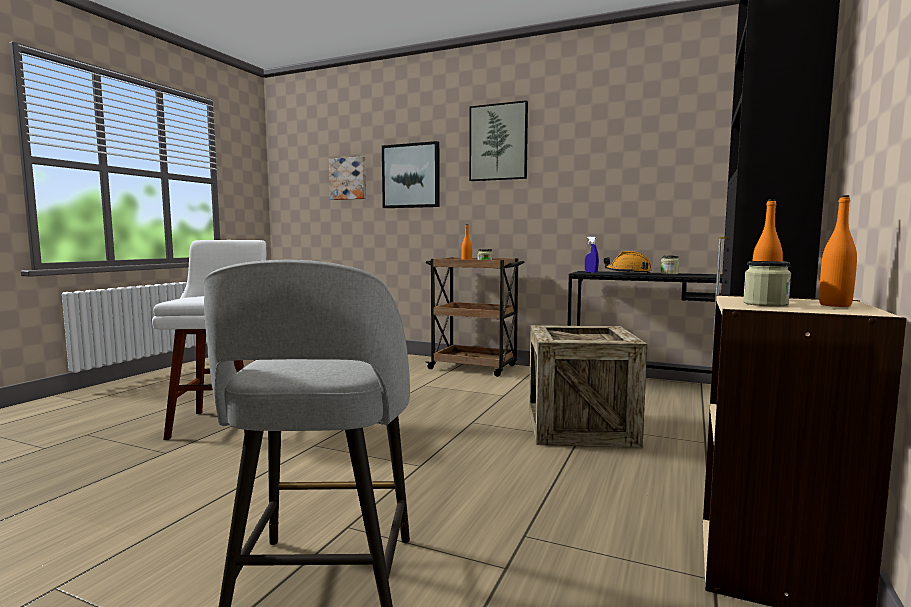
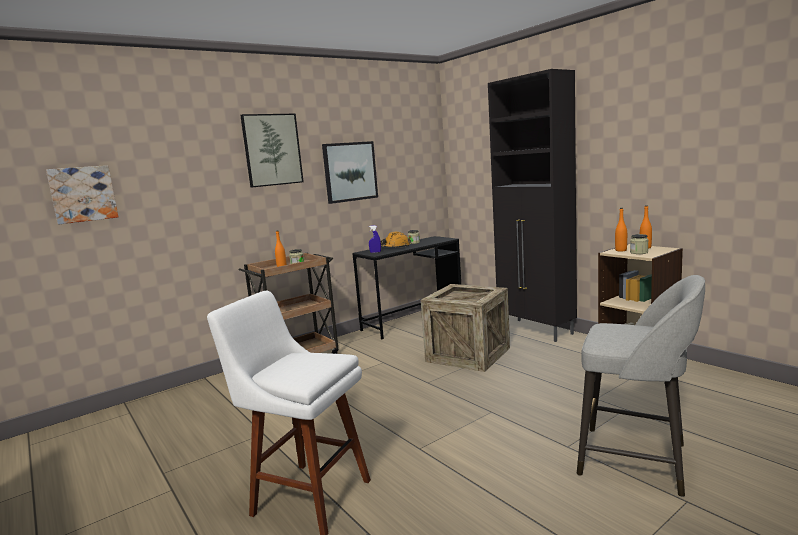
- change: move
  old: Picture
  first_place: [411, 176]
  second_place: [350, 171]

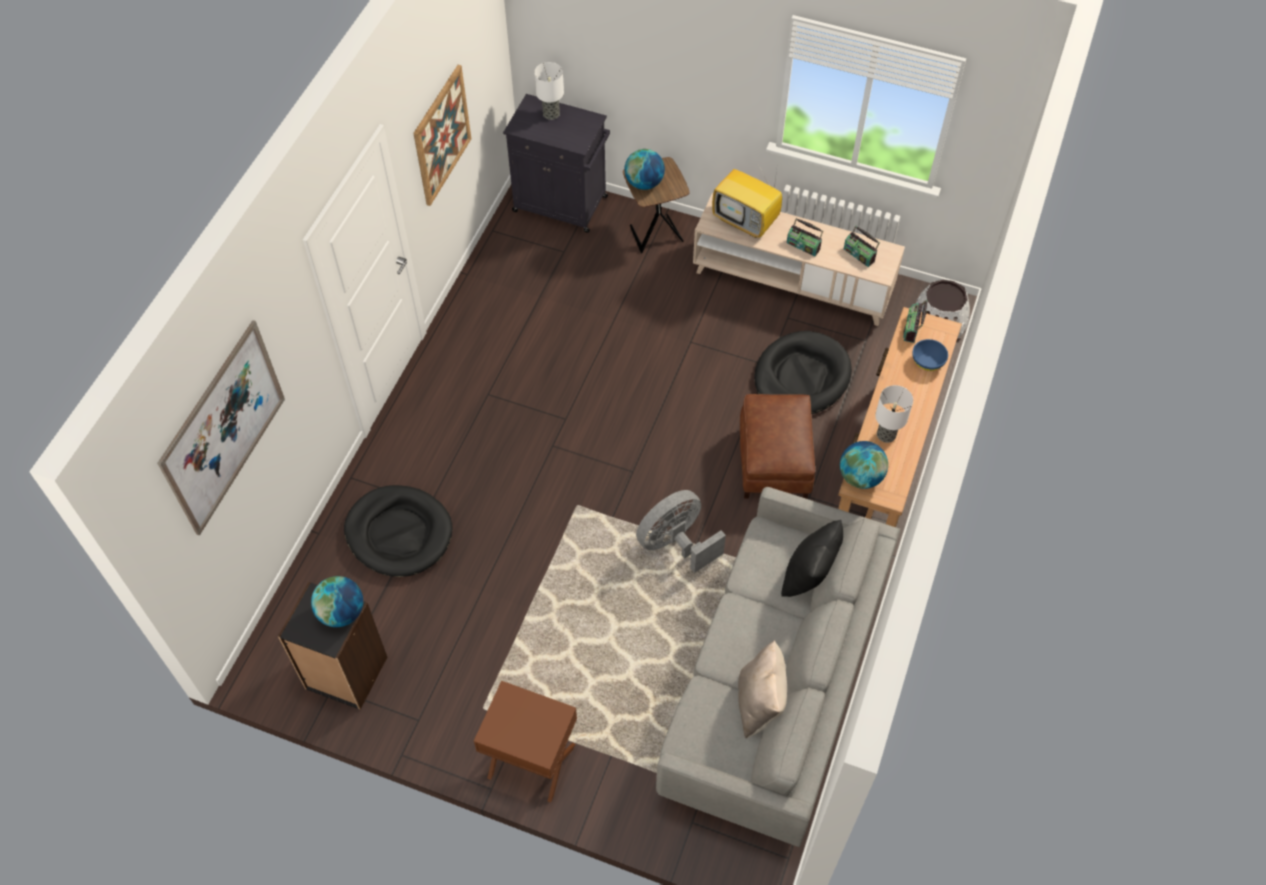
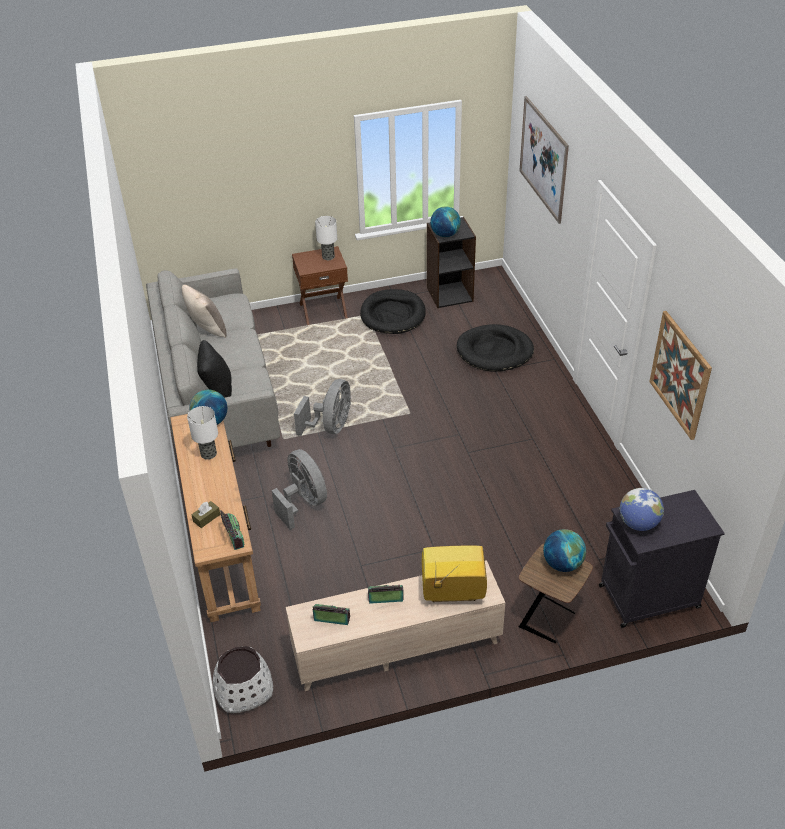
- change: move
  old: TableLamp
  first_place: [551, 113]
  second_place: [328, 257]
- change: replace
  old: BrownOttoman
  new: GreyFan
  first_place: [774, 463]
  second_place: [303, 502]
- change: move
  old: BlackDogBed
  first_place: [801, 377]
  second_place: [393, 314]
- change: replace
  old: BlueBowl
  new: BrownTissueBox
  first_place: [927, 361]
  second_place: [206, 518]
- change: insert
  new: Globe
  second_place: [638, 523]

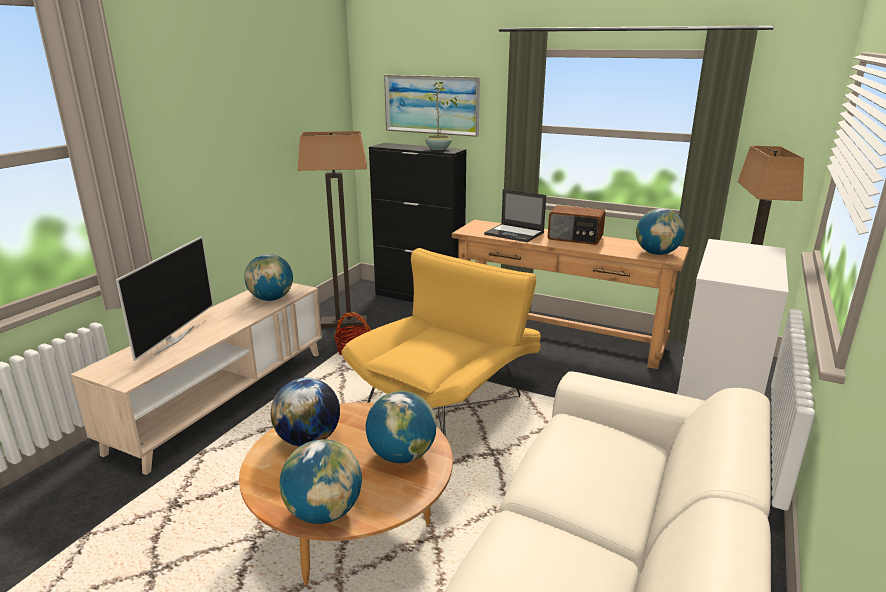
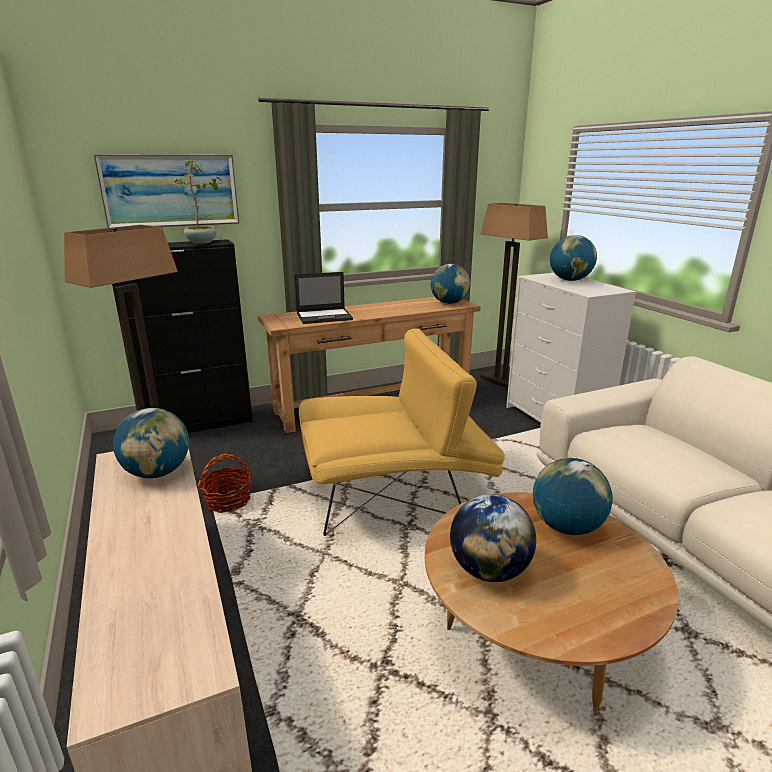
- change: delete
  old: Television
  first_place: [173, 340]
- change: move
  old: Globe
  first_place: [324, 512]
  second_place: [570, 280]
- change: rotate
  old: YellowArmchair
  first_place: [448, 401]
  second_place: [395, 492]
  degrees: 90
- change: delete
  old: Radio
  first_place: [575, 238]

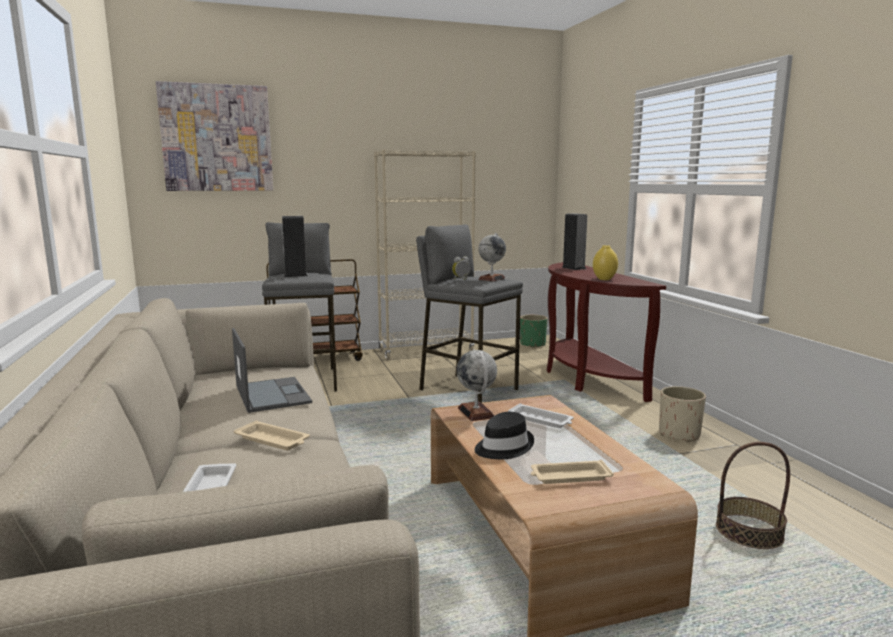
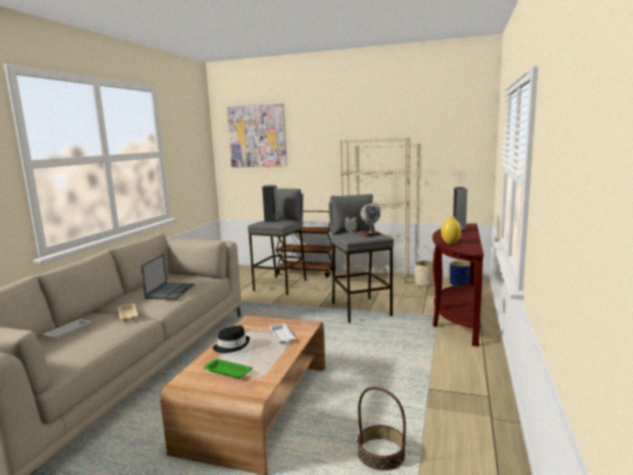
- change: delete
  old: Globe
  first_place: [476, 413]
- change: recolor
  old: GreenPlanter
  new: BluePlanter
  first_place: [532, 344]
  second_place: [460, 284]
- change: recolor
  old: BeigeTray
  new: GreenTray
  first_place: [569, 477]
  second_place: [227, 371]
- change: move
  old: BeigePlanter
  first_place: [679, 434]
  second_place: [425, 284]

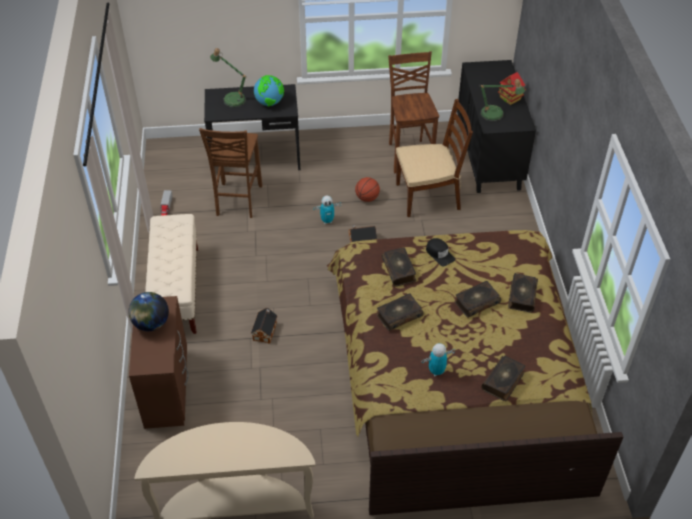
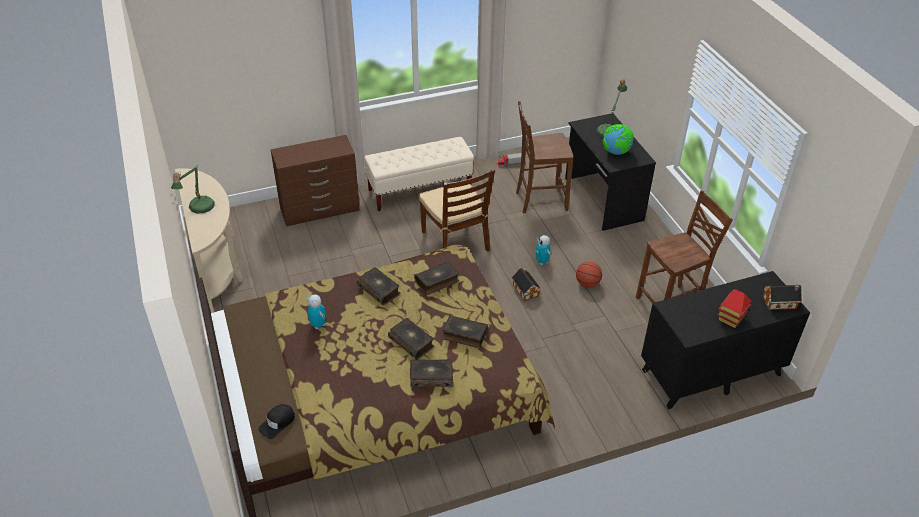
- change: delete
  old: Globe
  first_place: [151, 324]
- change: move
  old: ToyHouse
  first_place: [265, 330]
  second_place: [780, 302]
- change: move
  old: BrownChair
  first_place: [428, 196]
  second_place: [455, 241]
- change: move
  old: BlackCap
  first_place: [439, 254]
  second_place: [277, 423]
- change: move
  old: TableLamp
  first_place: [495, 116]
  second_place: [199, 208]
- change: move
  old: Book
  first_place: [503, 381]
  second_place: [464, 335]

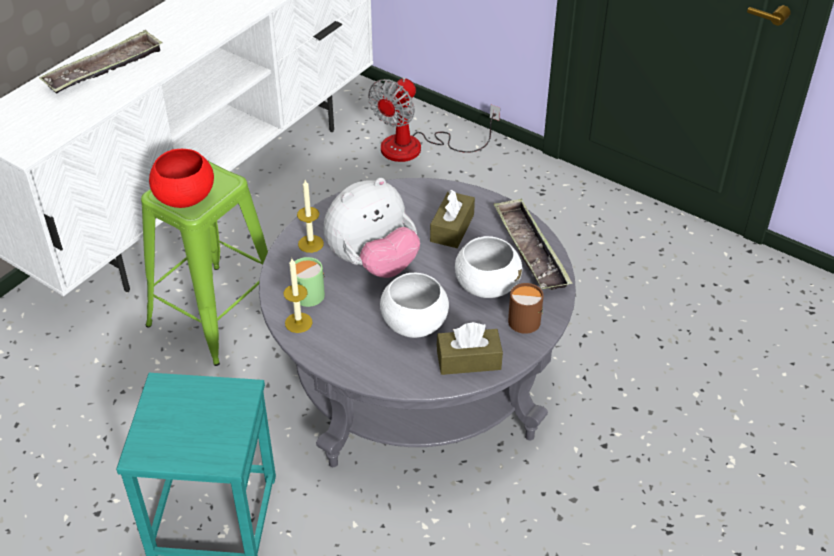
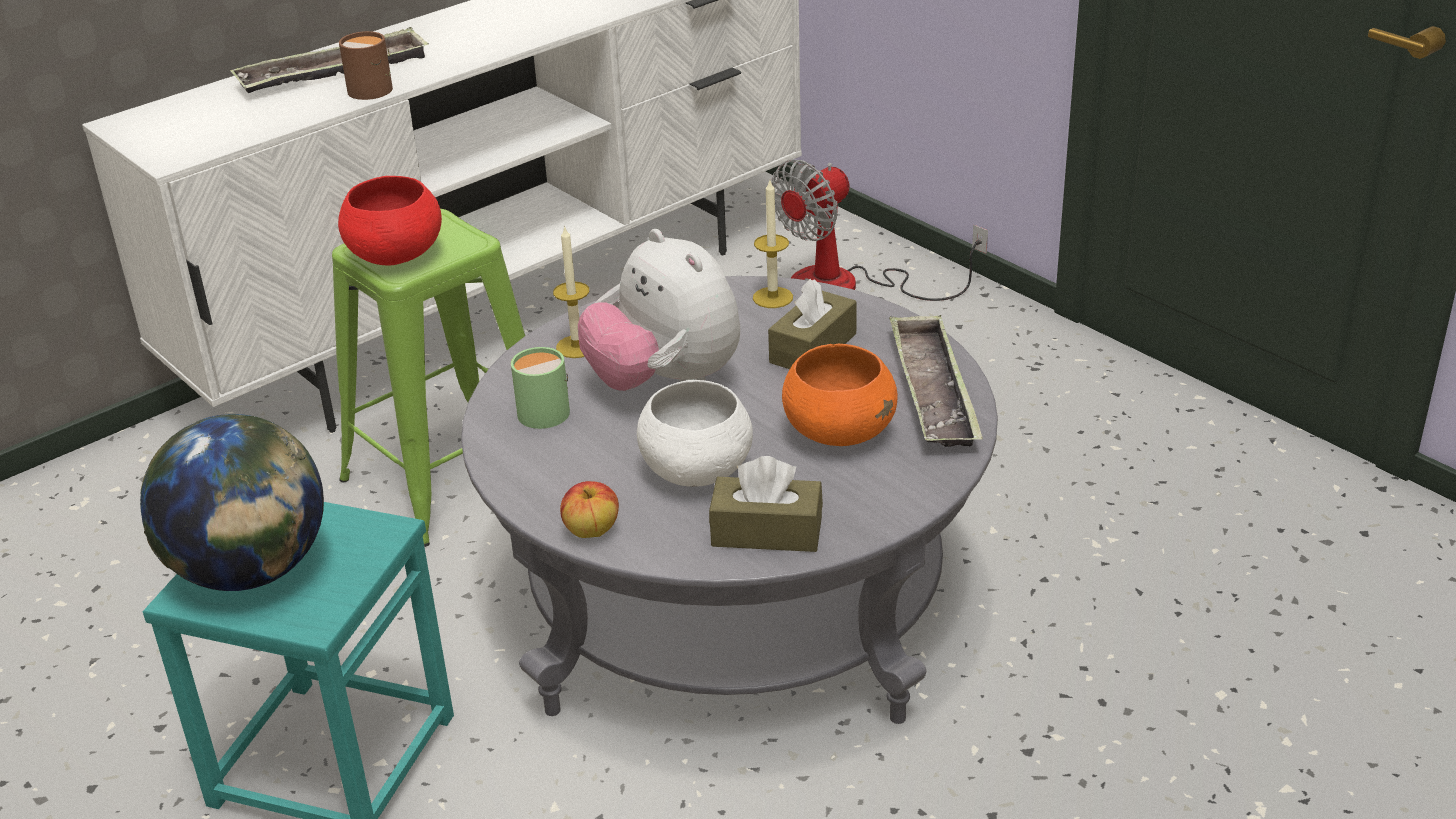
- change: move
  old: Candle
  first_place: [298, 322]
  second_place: [773, 297]
- change: rotate
  old: PlushToy
  first_place: [373, 263]
  second_place: [664, 382]
  degrees: 75
- change: recolor
  old: WhiteBowl
  new: OrangeBowl
  first_place: [486, 286]
  second_place: [839, 432]
- change: move
  old: BrownMug
  first_place: [525, 318]
  second_place: [373, 88]
- change: insert
  new: Globe
  second_place: [251, 572]
- change: insert
  new: Apple
  second_place: [592, 531]

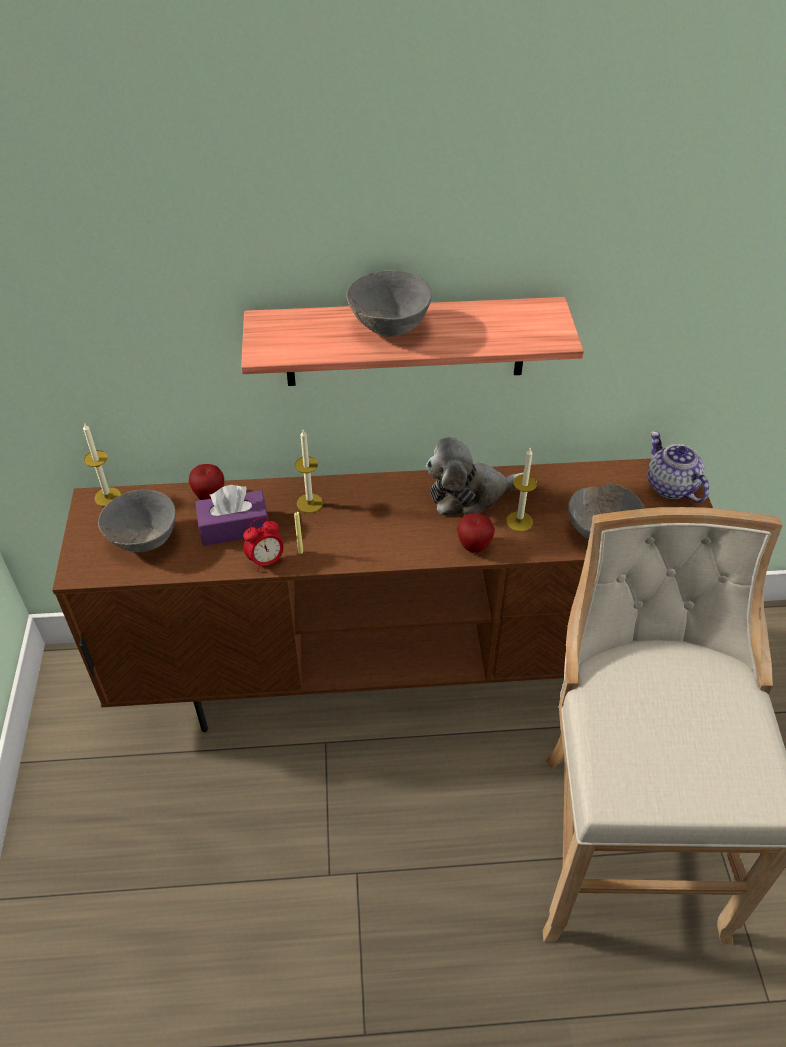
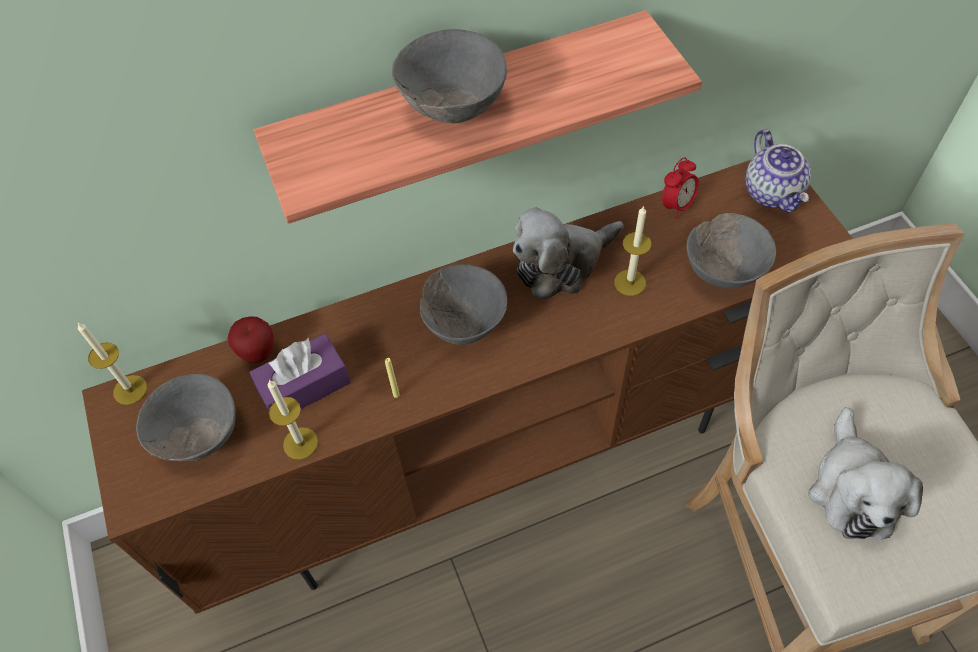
- change: move
  old: AlarmClock
  first_place: [266, 561]
  second_place: [677, 205]
- change: move
  old: Candle
  first_place: [309, 503]
  second_place: [300, 443]
- change: delete
  old: Apple
  first_place: [474, 546]
- change: rotate
  old: Teapot
  first_place: [670, 486]
  second_place: [773, 193]
  degrees: -150
- change: insert
  new: GreyBowl
  second_place: [464, 324]
- change: insert
  new: PlushToy
  second_place: [853, 489]

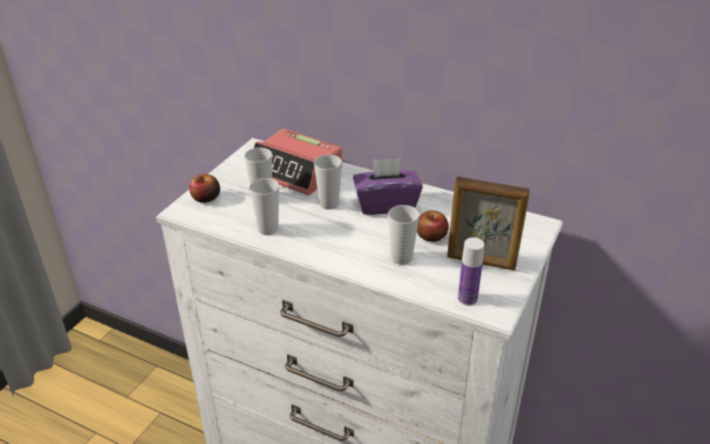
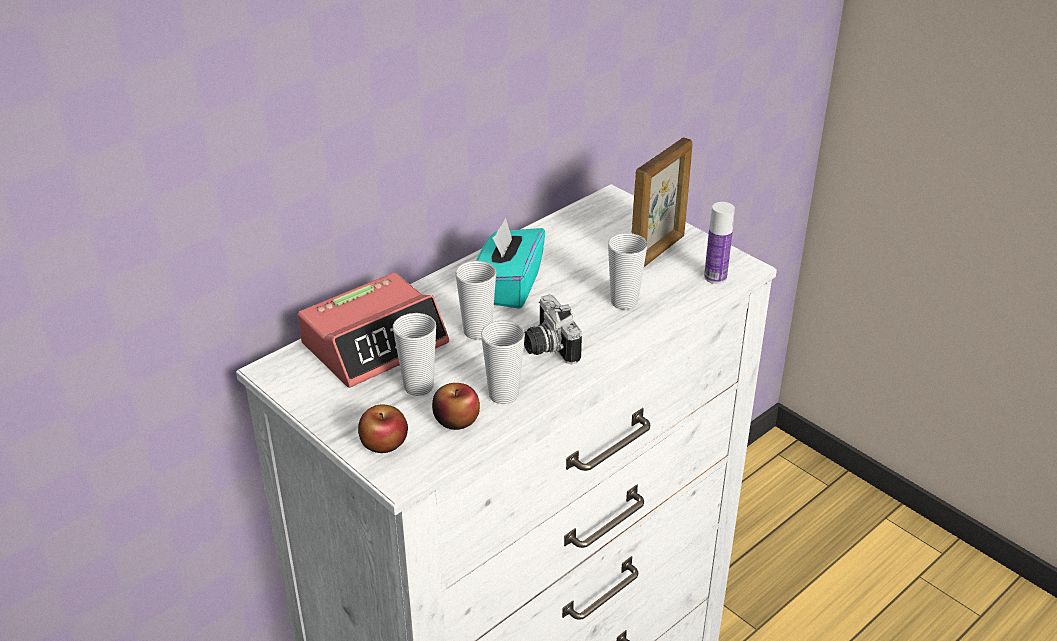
- change: recolor
  old: PurpleTissueBox
  new: TurquoiseTissueBox
  first_place: [386, 204]
  second_place: [508, 287]
- change: move
  old: Apple
  first_place: [431, 236]
  second_place: [456, 420]
- change: insert
  new: PhotoCamera
  second_place: [546, 347]

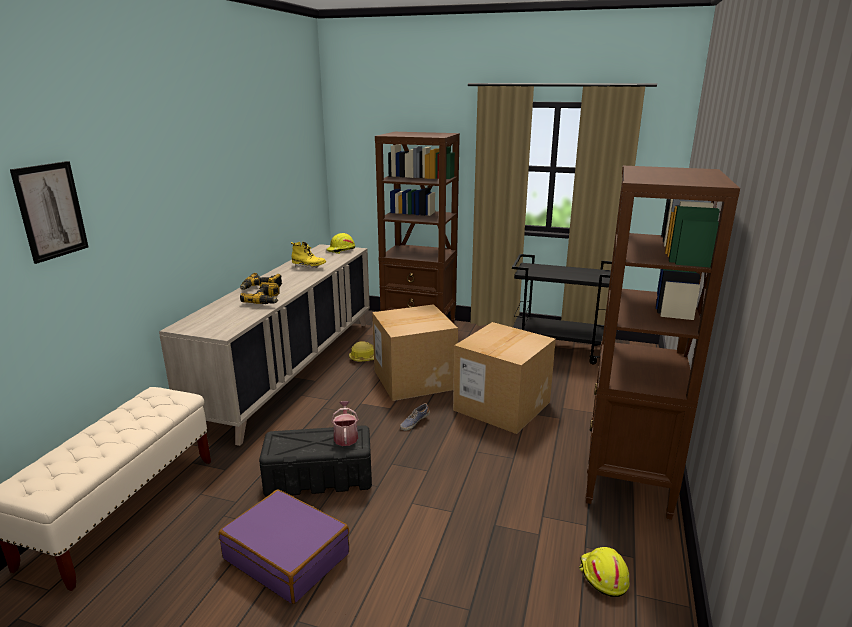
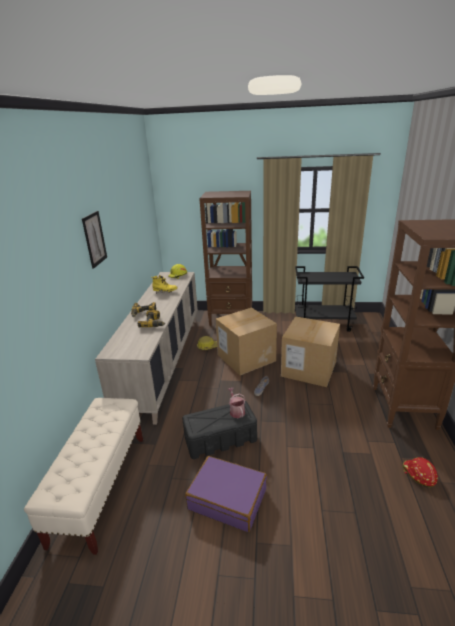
- change: move
  old: Picture
  first_place: [51, 211]
  second_place: [94, 239]
- change: recolor
  old: YellowHardHat
  new: RedHardHat
  first_place: [602, 576]
  second_place: [418, 474]

